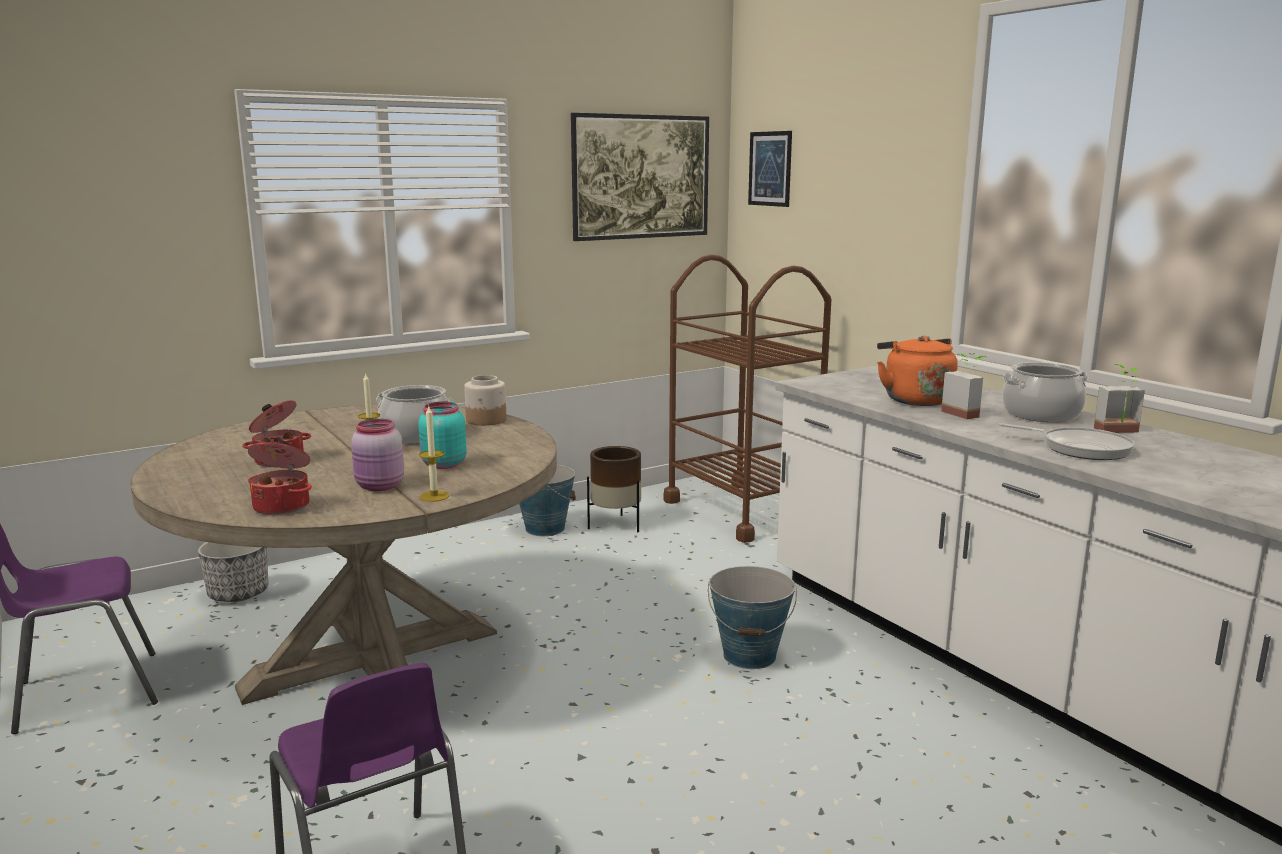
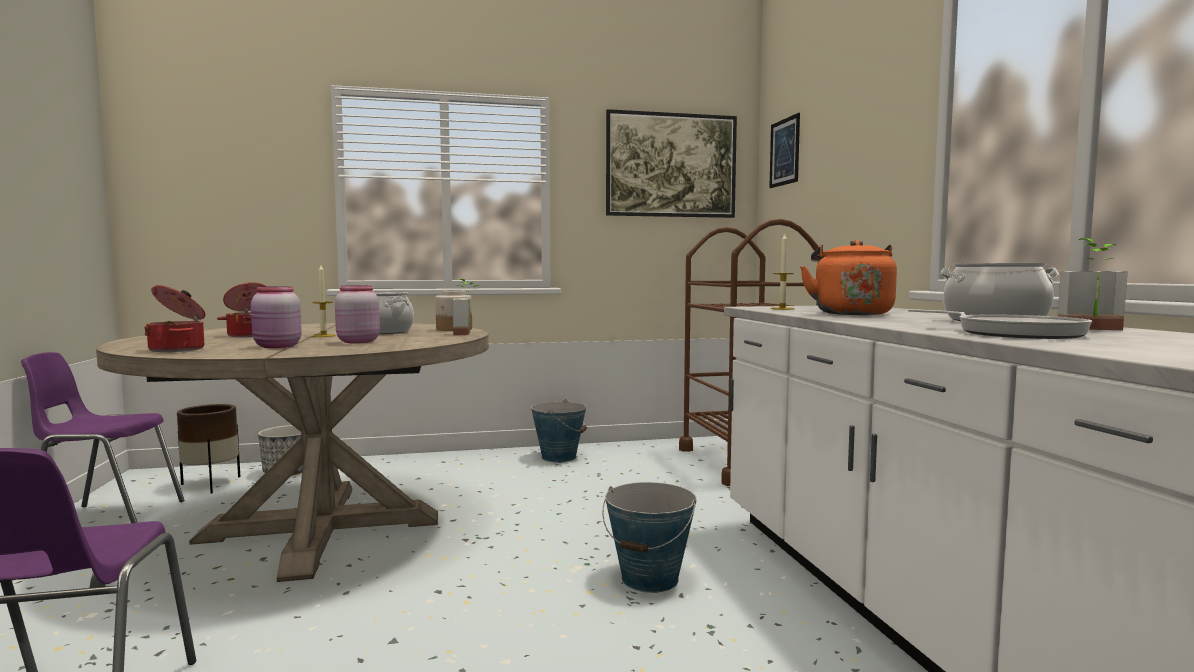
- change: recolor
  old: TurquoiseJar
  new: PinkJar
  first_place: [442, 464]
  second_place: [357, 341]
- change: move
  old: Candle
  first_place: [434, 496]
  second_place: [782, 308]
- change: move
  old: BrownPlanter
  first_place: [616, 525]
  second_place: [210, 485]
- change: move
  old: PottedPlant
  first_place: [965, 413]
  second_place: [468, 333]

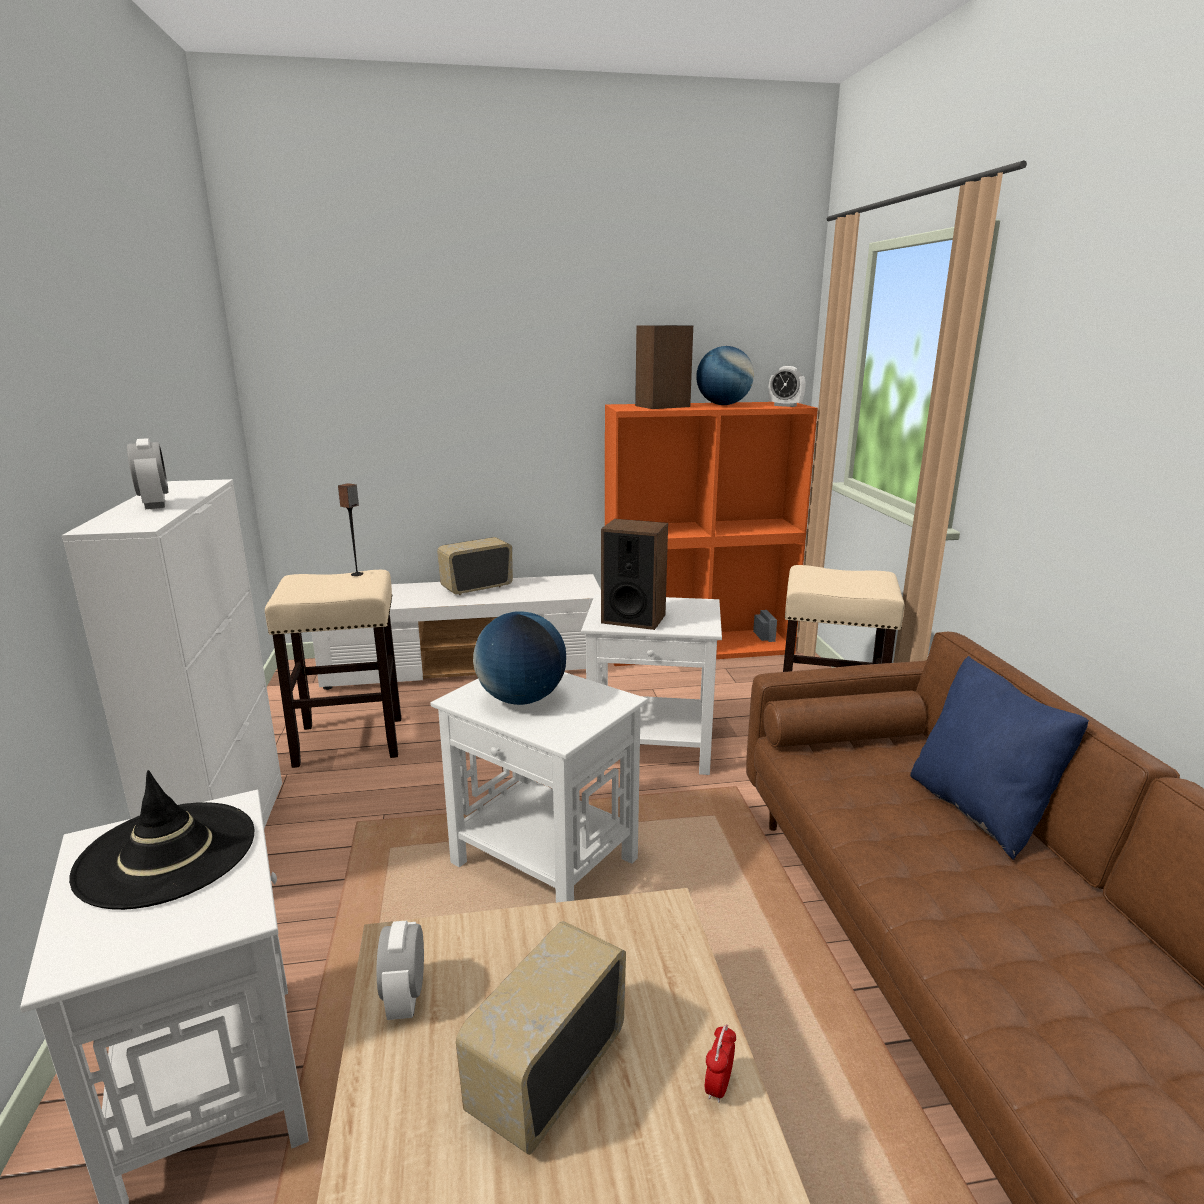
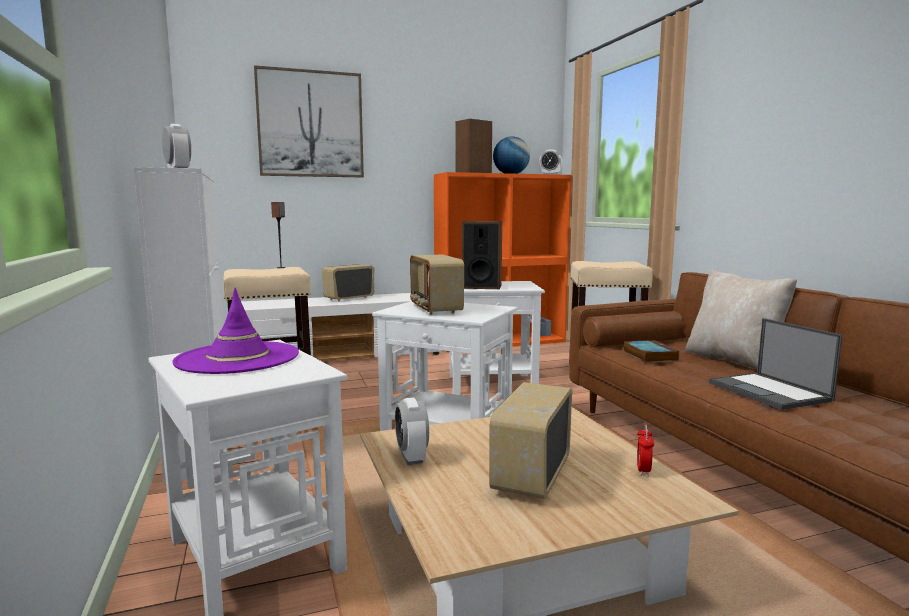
- change: recolor
  old: BlackHat
  new: PurpleHat
  first_place: [167, 854]
  second_place: [238, 358]
- change: replace
  old: Globe
  new: Radio
  first_place: [521, 699]
  second_place: [434, 309]
- change: recolor
  old: BluePillow
  new: BeigePillow
  first_place: [980, 810]
  second_place: [734, 360]
- change: insert
  new: Picture
  second_place: [310, 124]
- change: insert
  new: Book
  second_place: [648, 355]
- change: insert
  new: Laptop
  second_place: [770, 392]

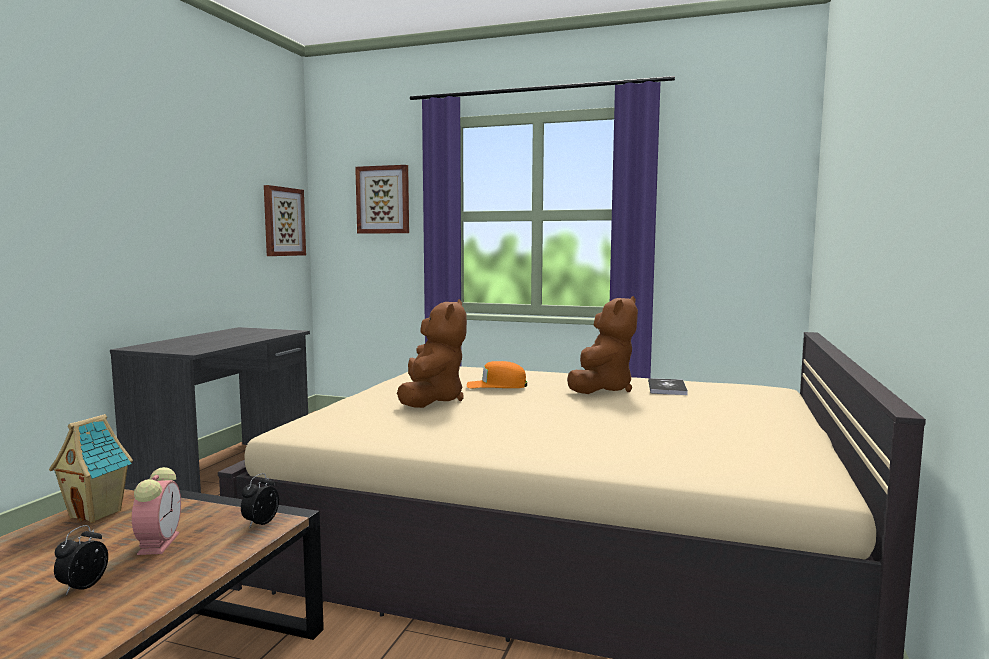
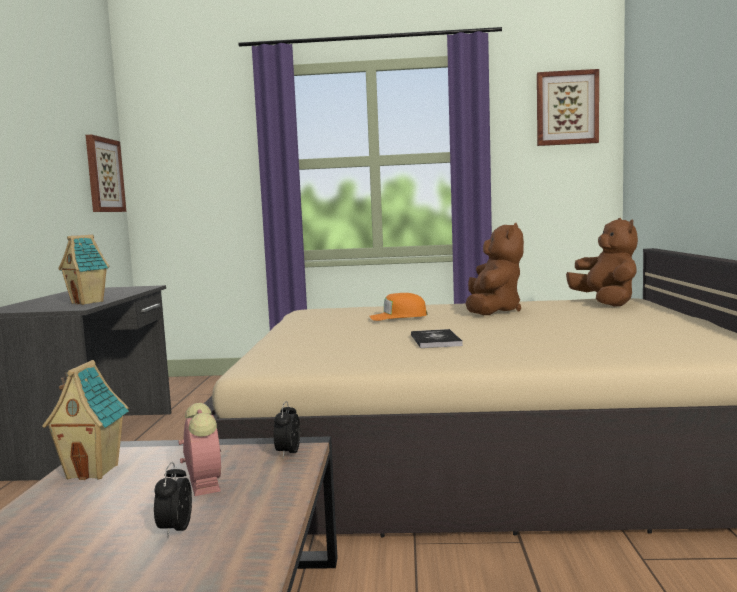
- change: move
  old: Picture
  first_place: [383, 200]
  second_place: [567, 108]
- change: move
  old: BrownPlushToy
  first_place: [431, 400]
  second_place: [606, 303]
- change: move
  old: Book
  first_place: [667, 388]
  second_place: [435, 340]
- change: insert
  new: ToyHouse
  second_place: [88, 302]

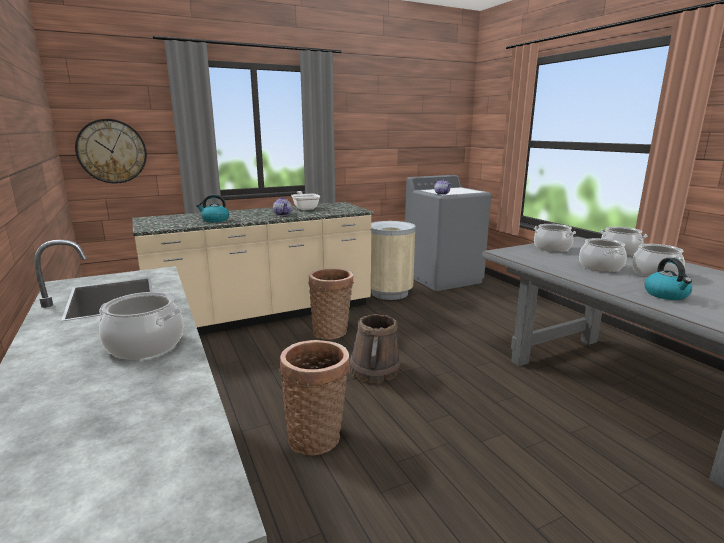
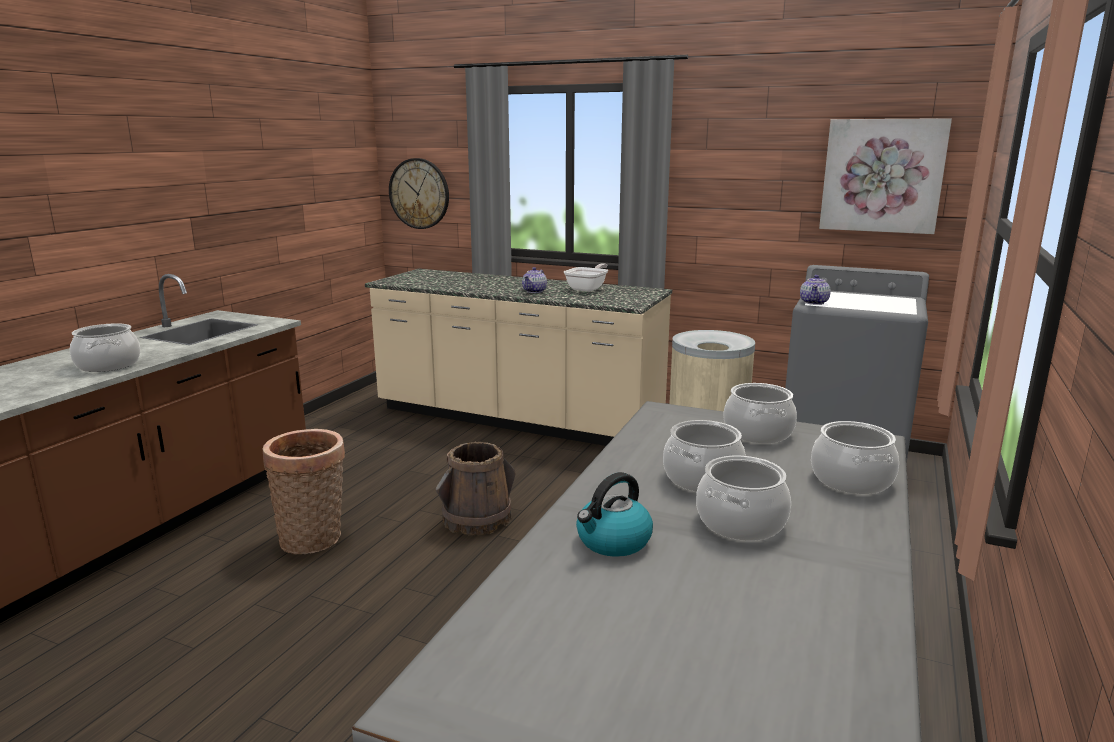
- change: delete
  old: Kettle
  first_place: [215, 220]
- change: delete
  old: Basket
  first_place: [332, 331]
- change: insert
  new: Picture
  second_place: [882, 176]

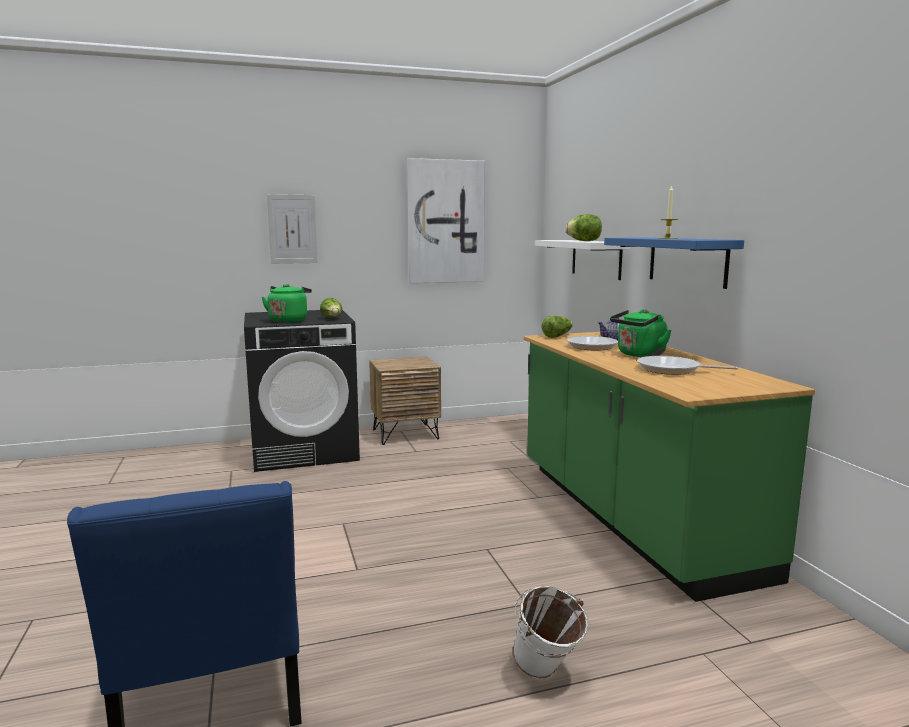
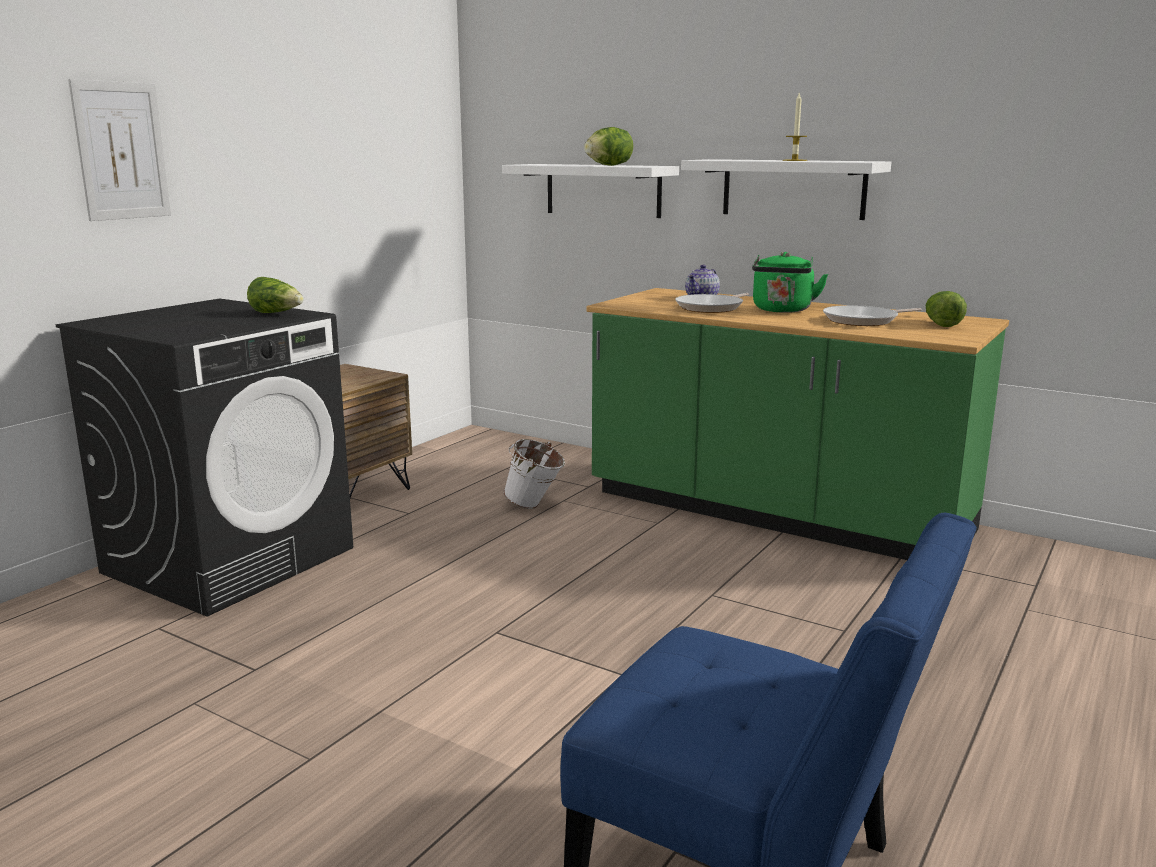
- change: delete
  old: GreenKettle
  first_place: [289, 320]
- change: delete
  old: Picture
  first_place: [445, 222]
- change: move
  old: WhiteBucket
  first_place: [546, 675]
  second_place: [534, 506]
- change: move
  old: Lettuce
  first_place: [557, 336]
  second_place: [941, 323]
- change: recolor
  old: BlueShelf
  new: WhiteShelf
  first_place: [687, 261]
  second_place: [793, 188]

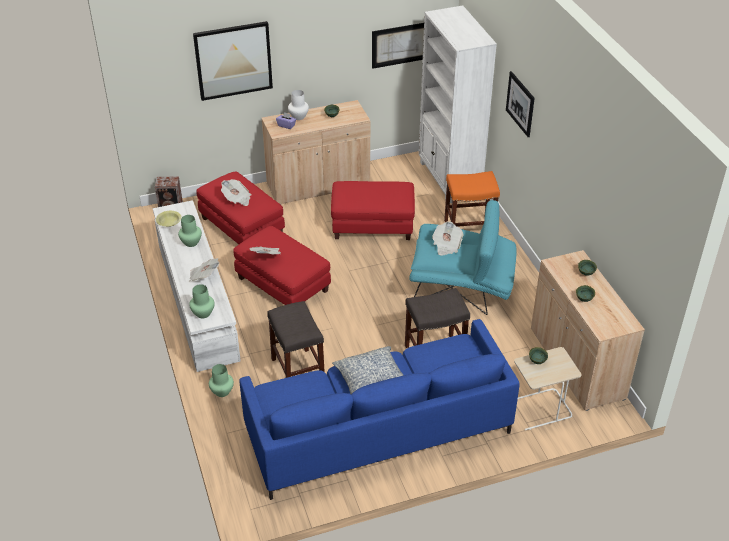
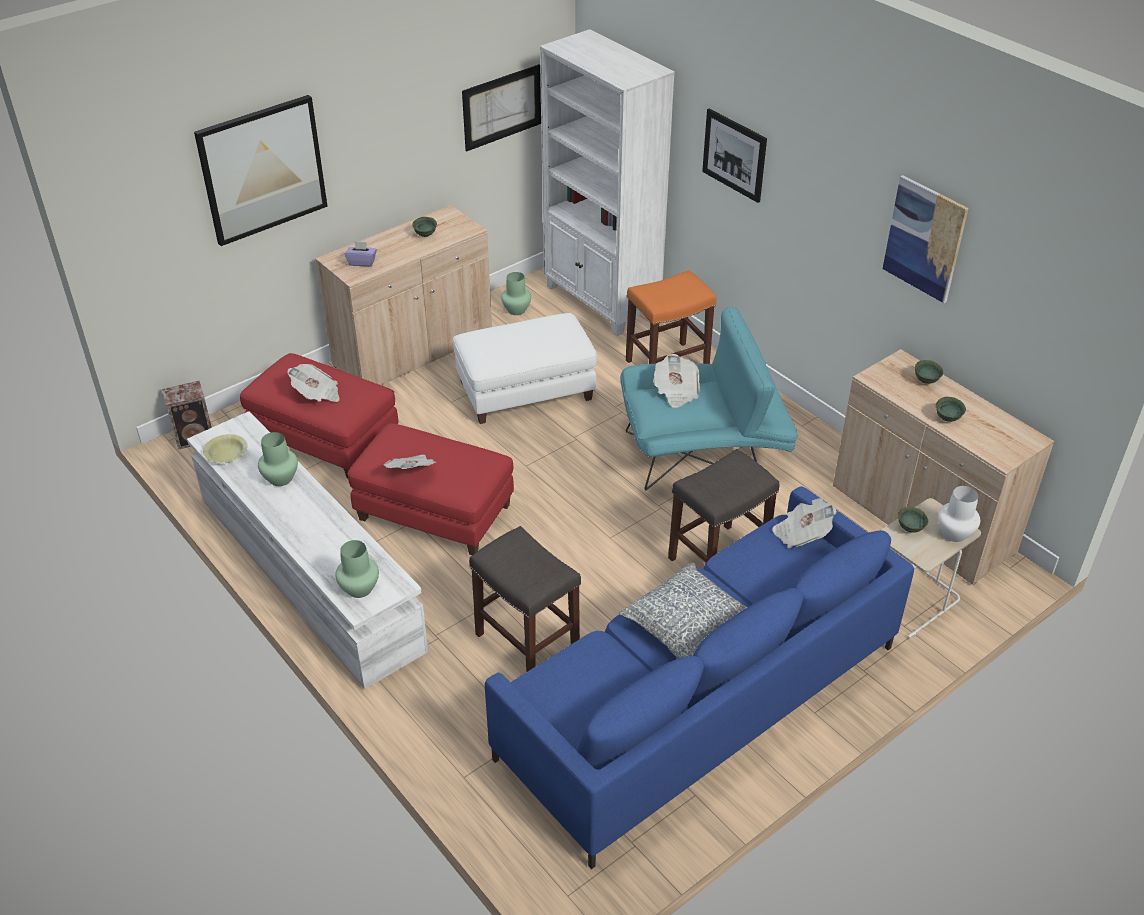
- change: move
  old: Newspaper
  first_place: [204, 276]
  second_place: [801, 534]
- change: move
  old: GreenVase
  first_place: [222, 391]
  second_place: [516, 310]
- change: move
  old: WhiteVase
  first_place: [298, 116]
  second_place: [954, 533]
- change: recolor
  old: RedOttoman
  new: WhiteOttoman
  first_place: [373, 225]
  second_place: [526, 390]
- change: insert
  new: Picture
  second_place: [925, 239]

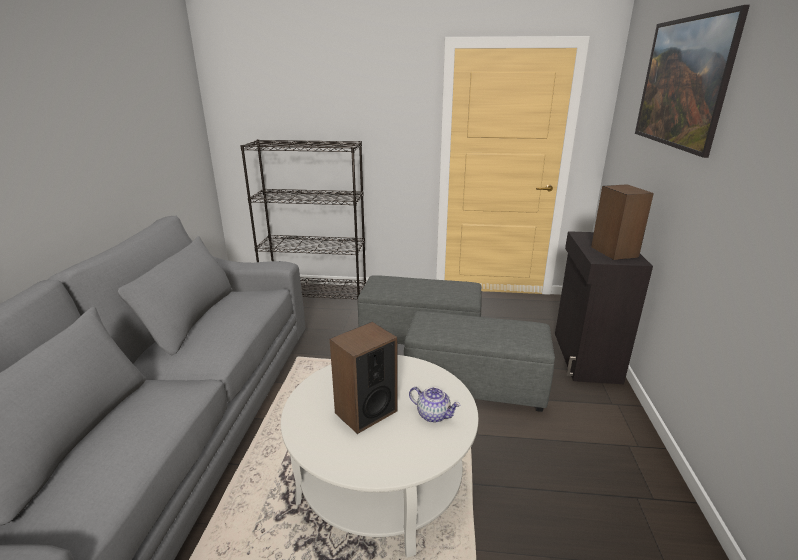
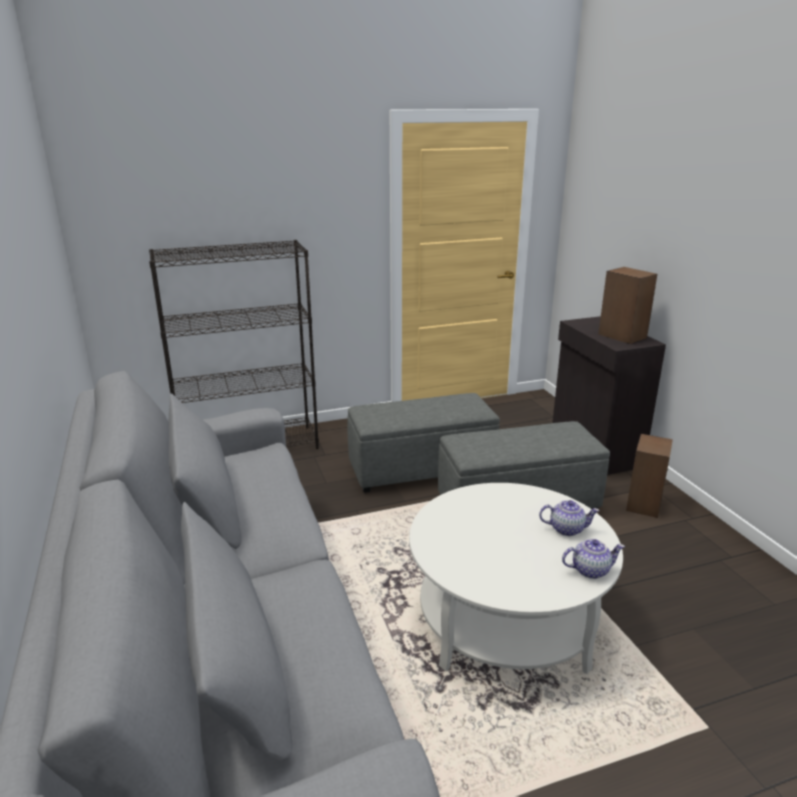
- change: move
  old: Speaker
  first_place: [365, 412]
  second_place: [643, 504]
- change: delete
  old: Picture
  first_place: [674, 114]
- change: insert
  new: Teapot
  second_place: [590, 570]

